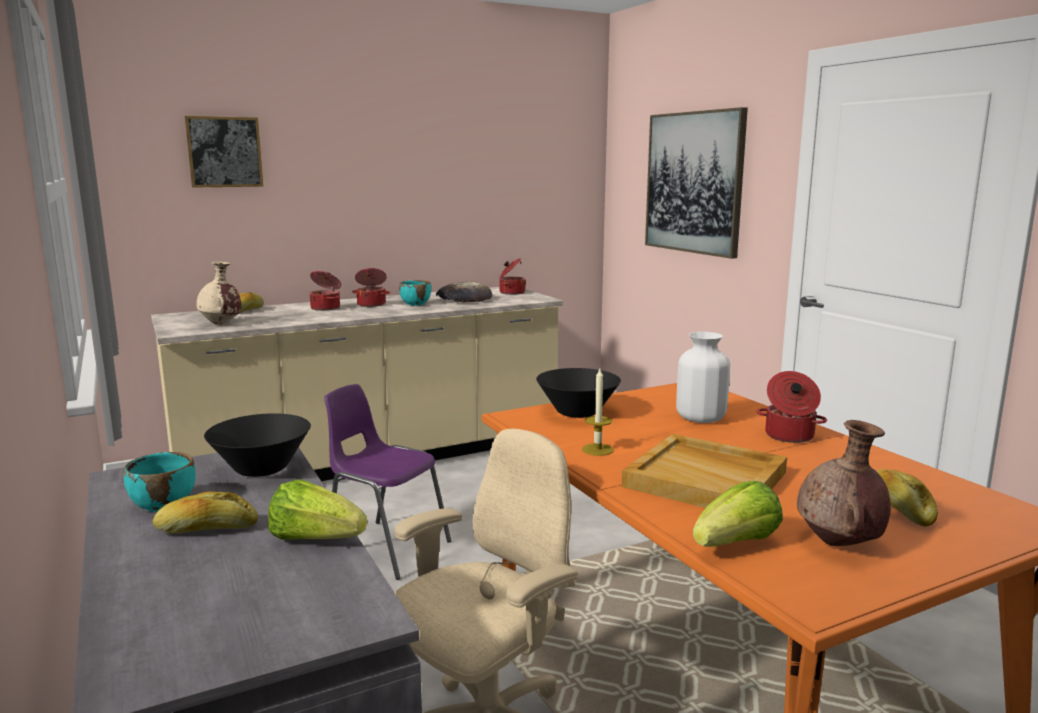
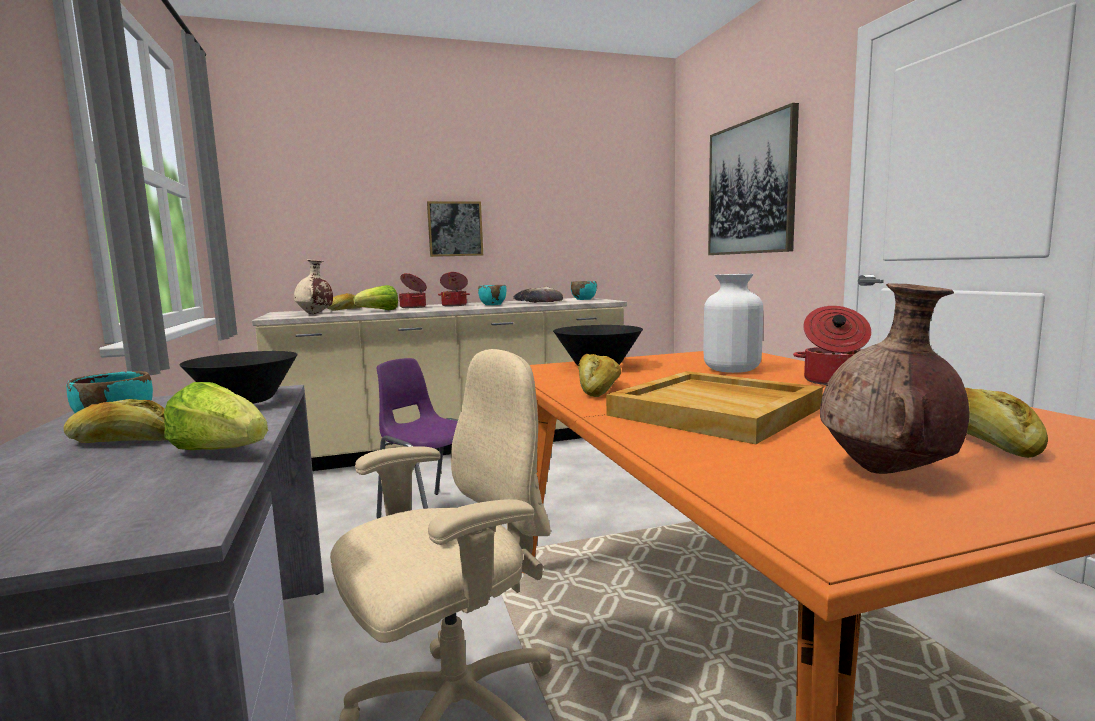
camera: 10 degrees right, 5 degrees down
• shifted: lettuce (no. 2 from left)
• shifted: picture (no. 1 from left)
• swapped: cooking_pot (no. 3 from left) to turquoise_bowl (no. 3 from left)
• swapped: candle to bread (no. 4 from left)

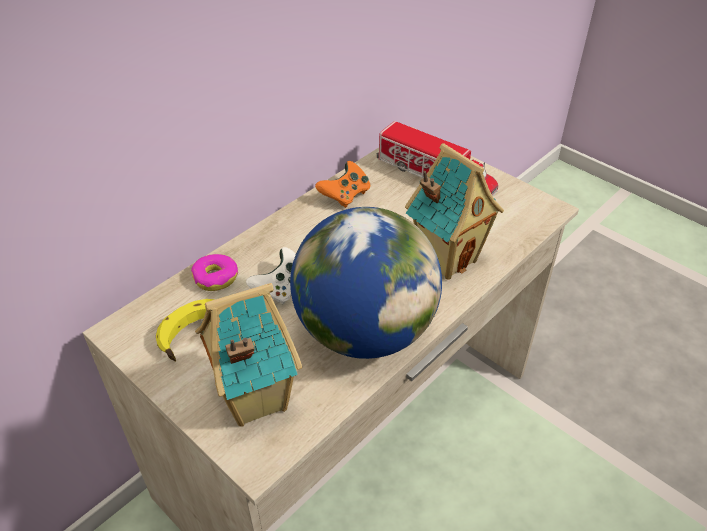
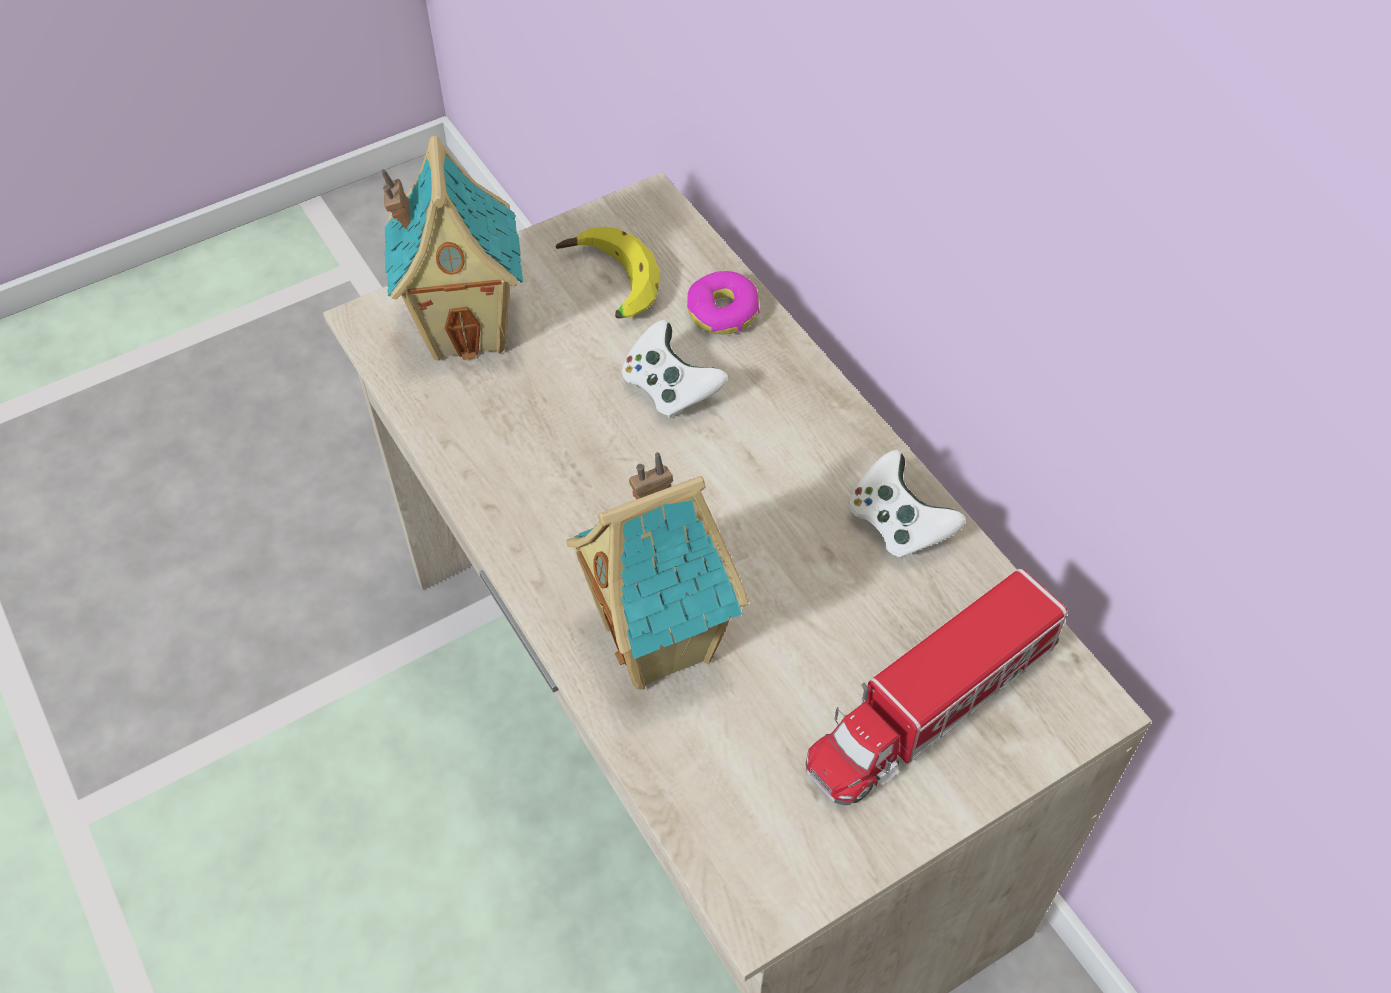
camera: 105 degrees right, 10 degrees up
• repainted: orange_game_controller to white_game_controller (no. 2 from left)
• gone: globe

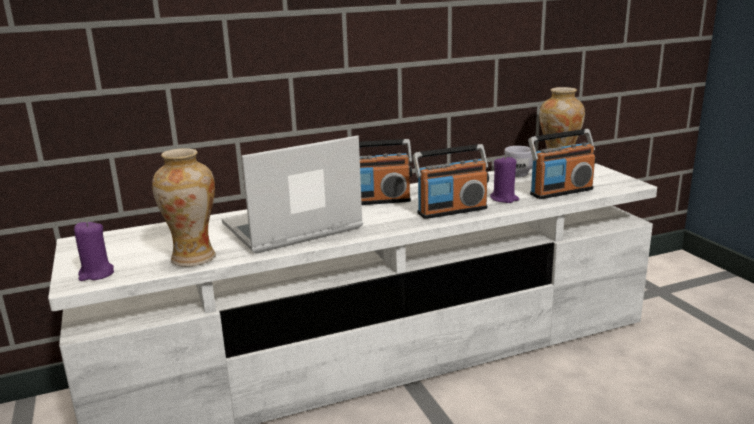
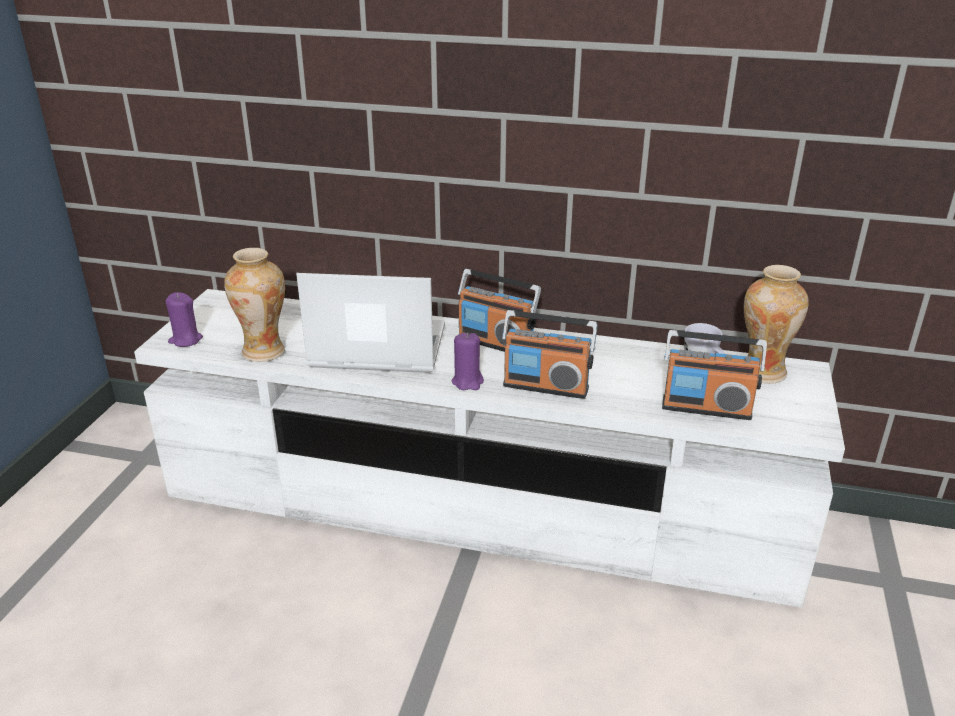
camera: 35 degrees right, 10 degrees up
• shifted: purple_candle (no. 2 from left)

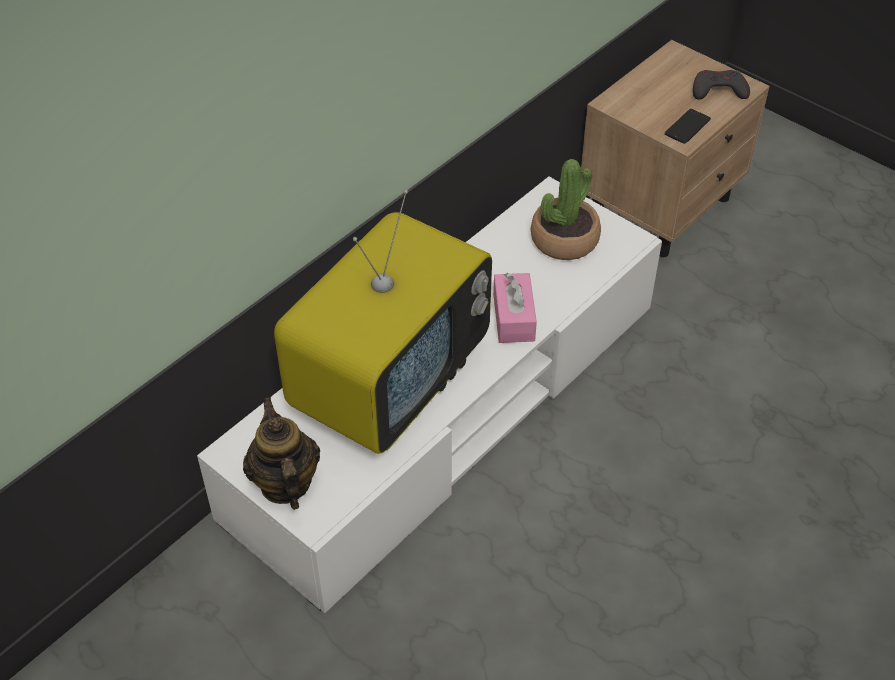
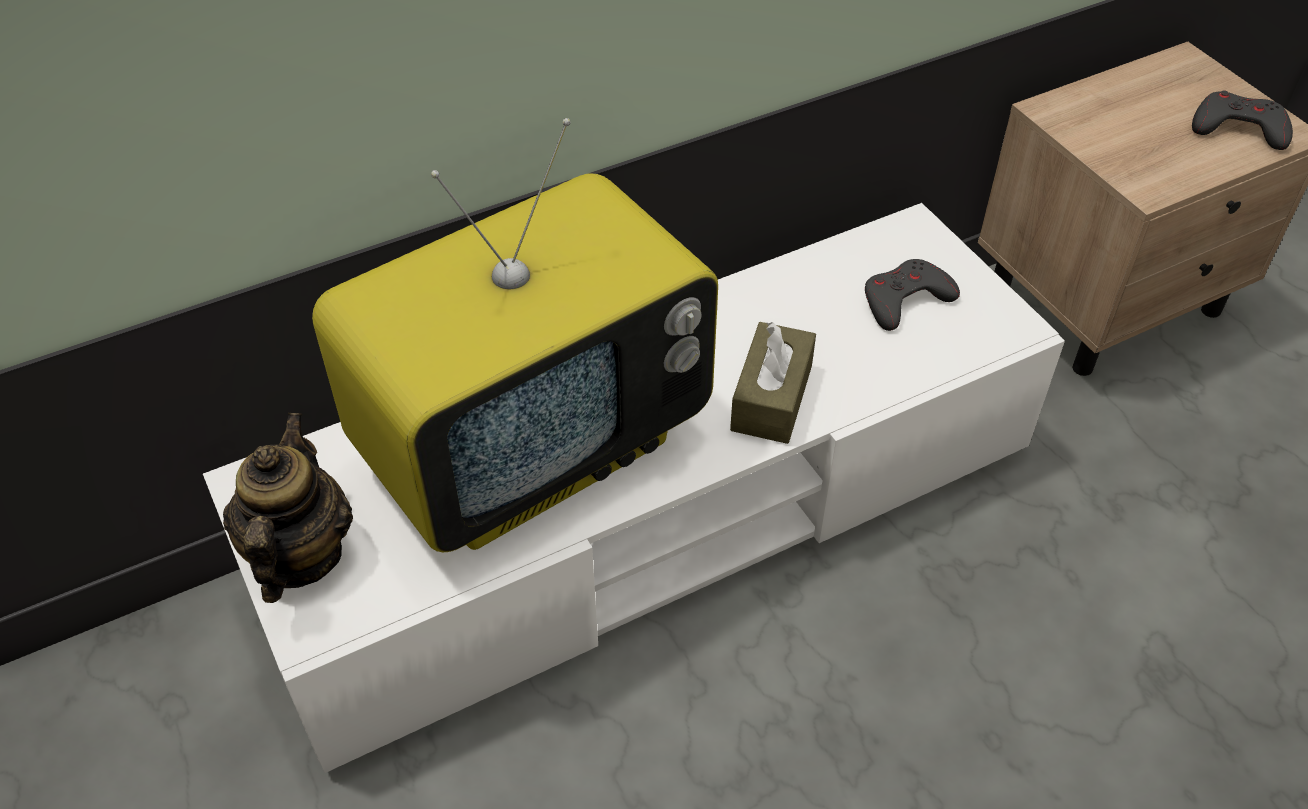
camera: 20 degrees right, 0 degrees up
• repainted: pink_tissue_box to brown_tissue_box
• swapped: potted_plant to grey_game_controller (no. 1 from left)
• gone: phone

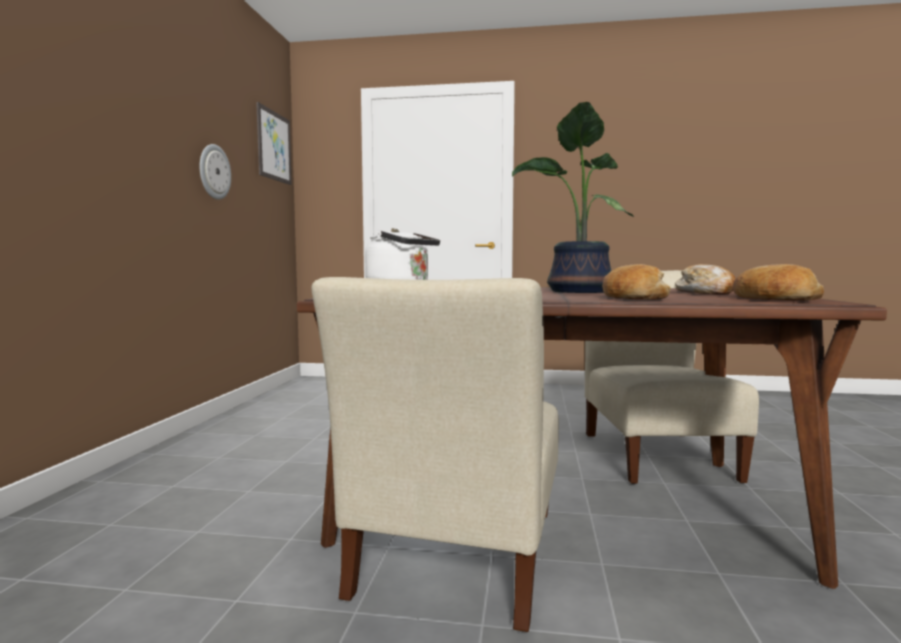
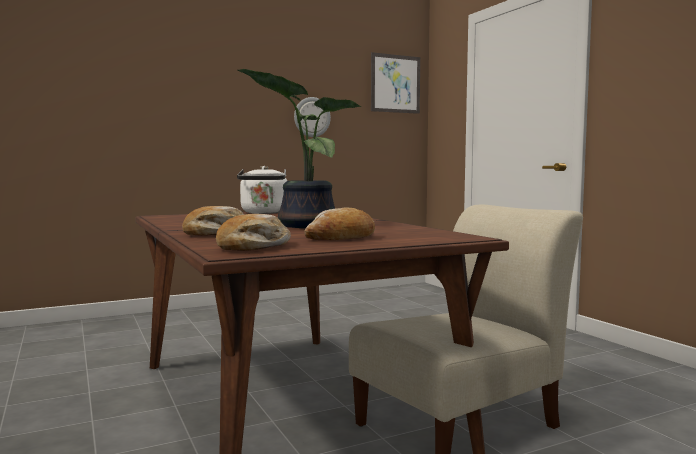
camera: 55 degrees right, 0 degrees up
• gone: beige_chair (no. 1 from left)

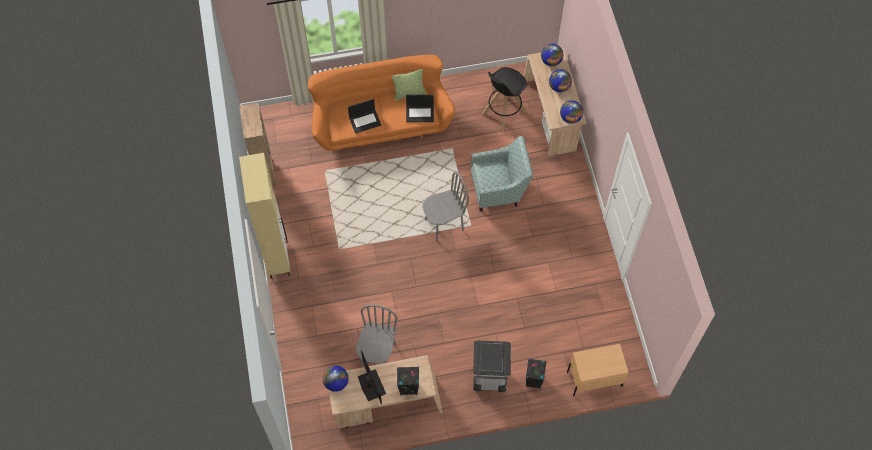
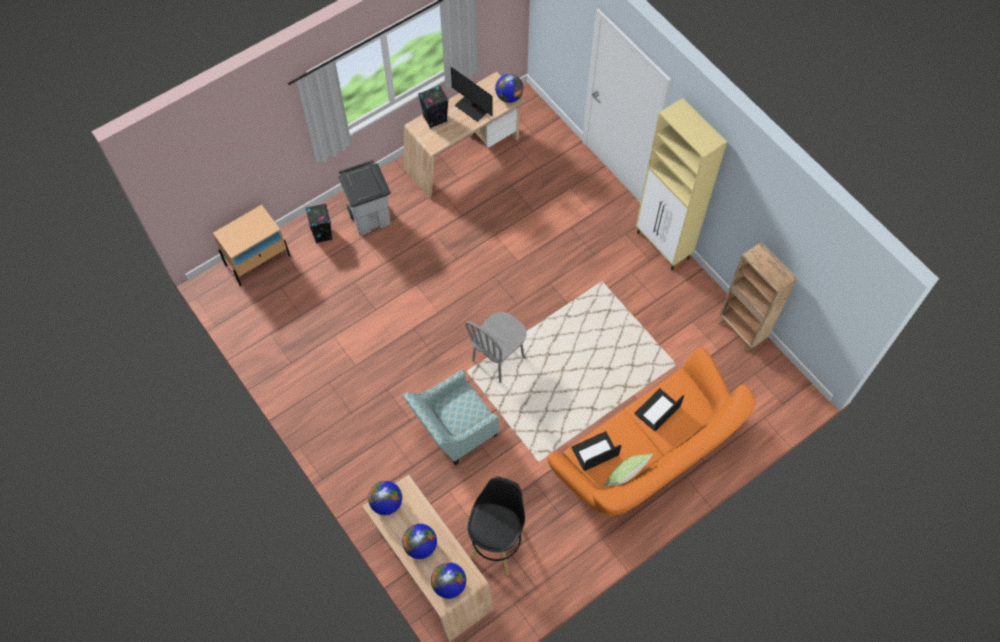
camera: 155 degrees right, 0 degrees up
• gone: grey_chair (no. 1 from left)

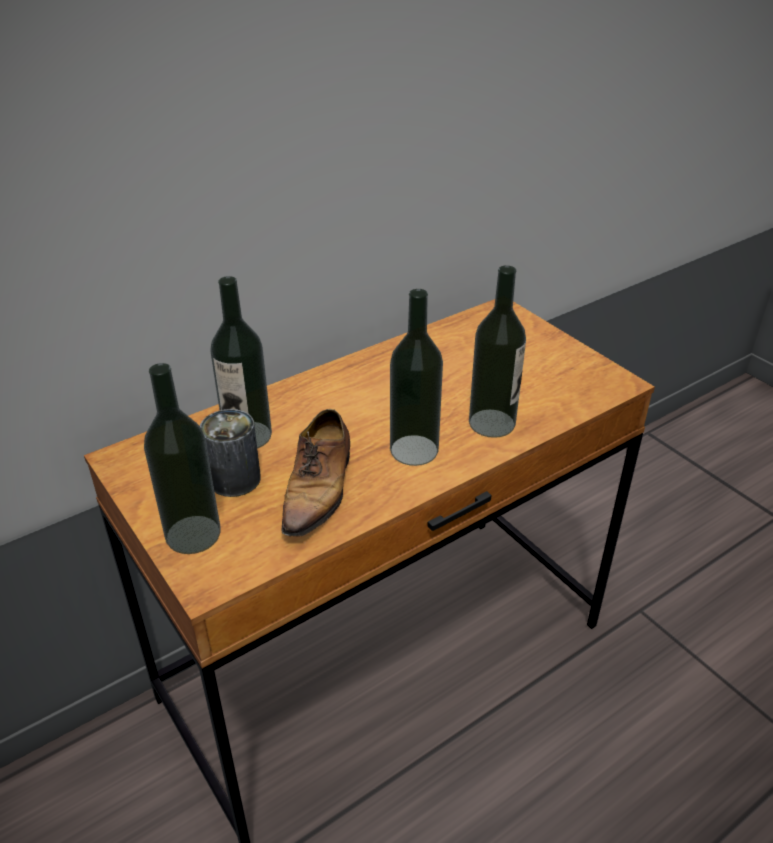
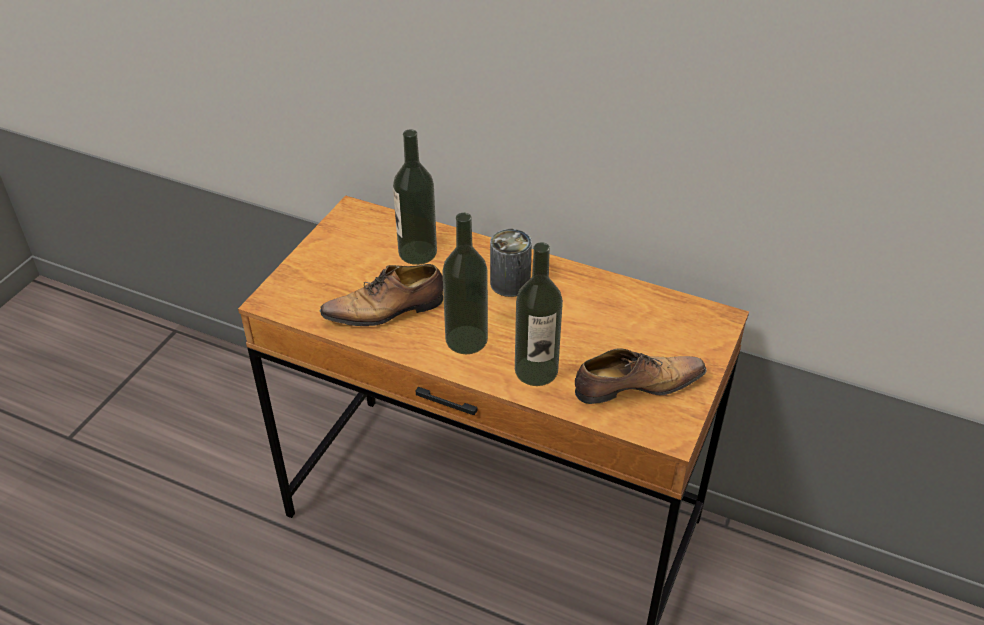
camera: 60 degrees right, 5 degrees up
• shifted: can
• new: shoe (no. 2 from left)
• gone: bottle (no. 1 from left)

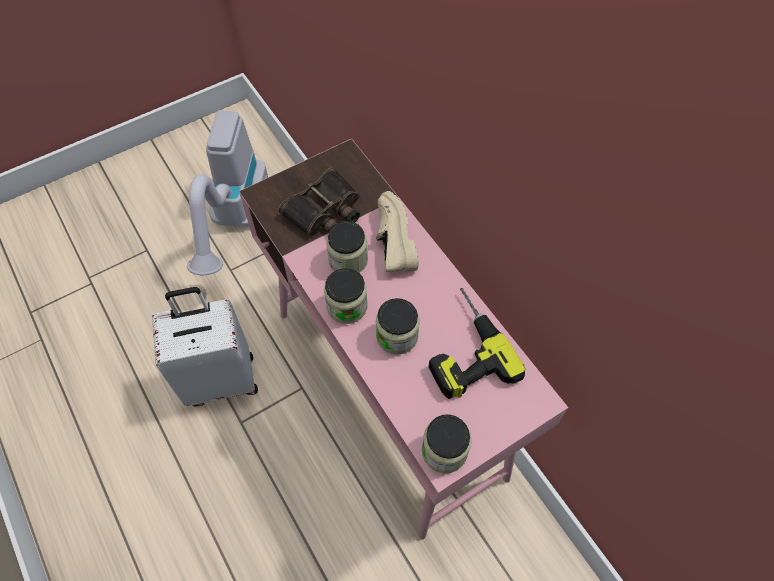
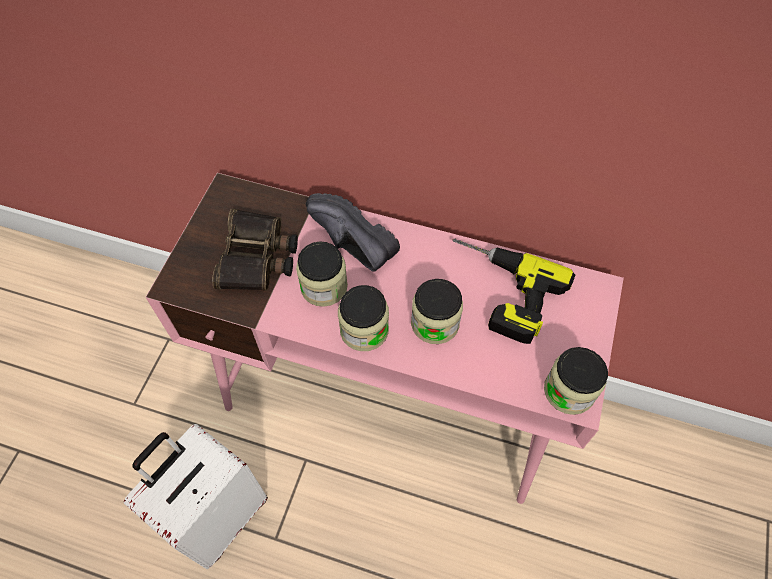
camera: 40 degrees left, 0 degrees up
• repainted: beige_shoe to black_shoe
• gone: vacuum_cleaner

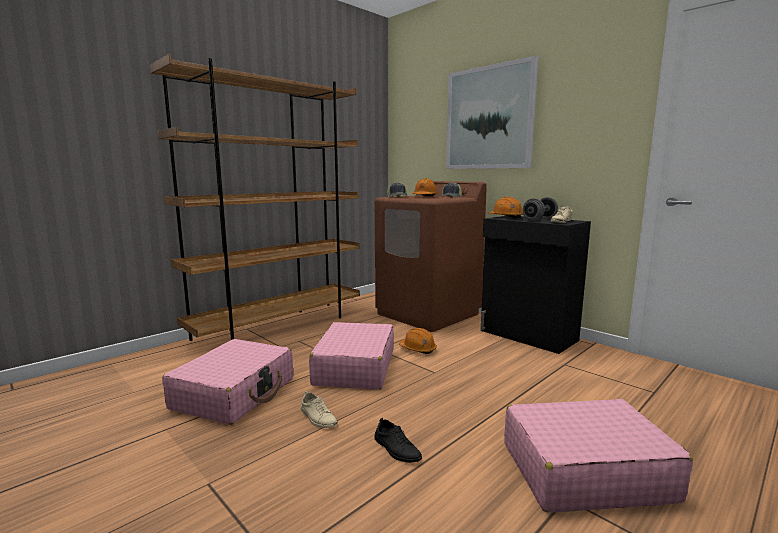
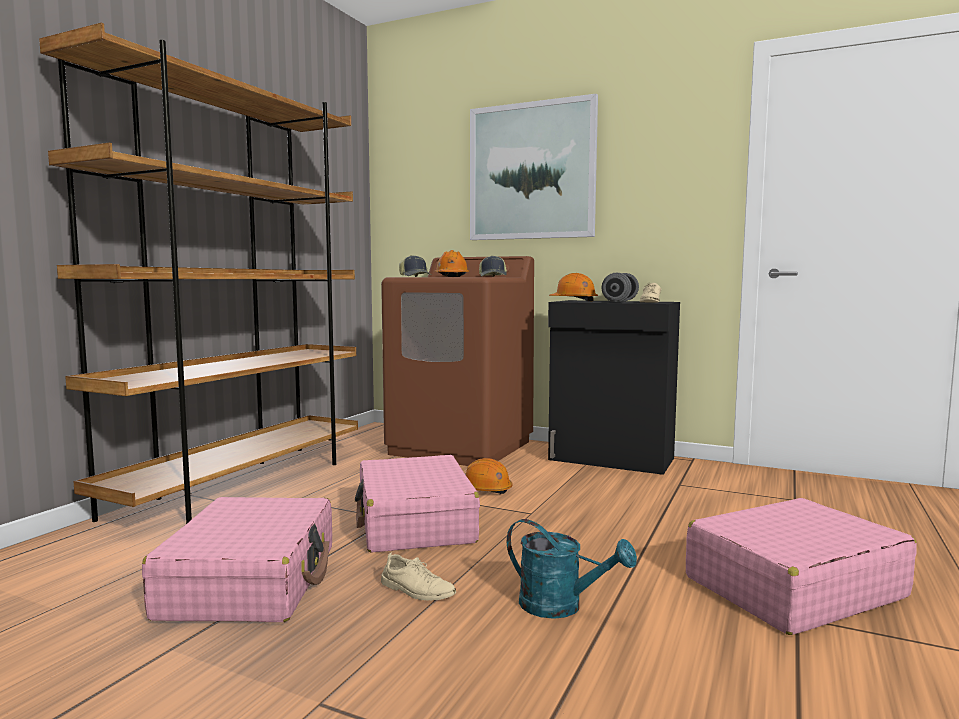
camera: 20 degrees left, 5 degrees down
• swapped: black_shoe to turquoise_watering_can

